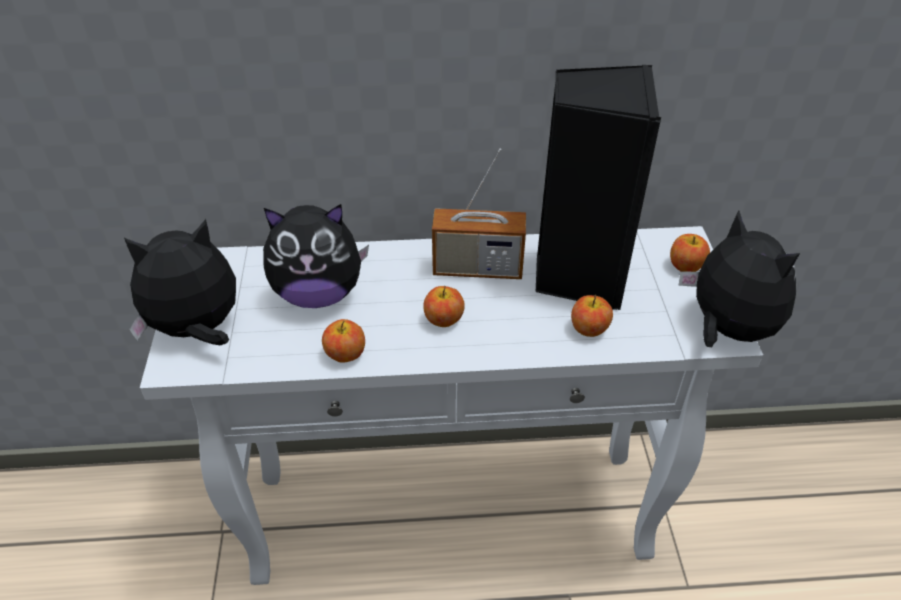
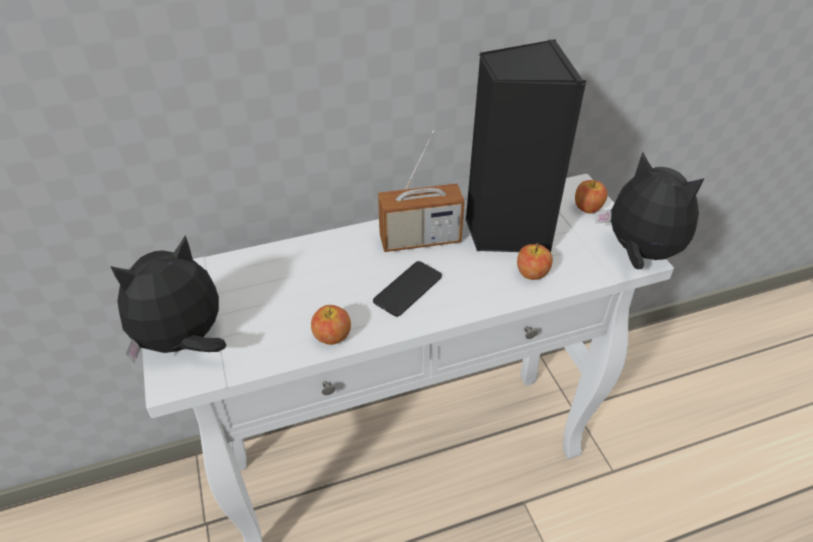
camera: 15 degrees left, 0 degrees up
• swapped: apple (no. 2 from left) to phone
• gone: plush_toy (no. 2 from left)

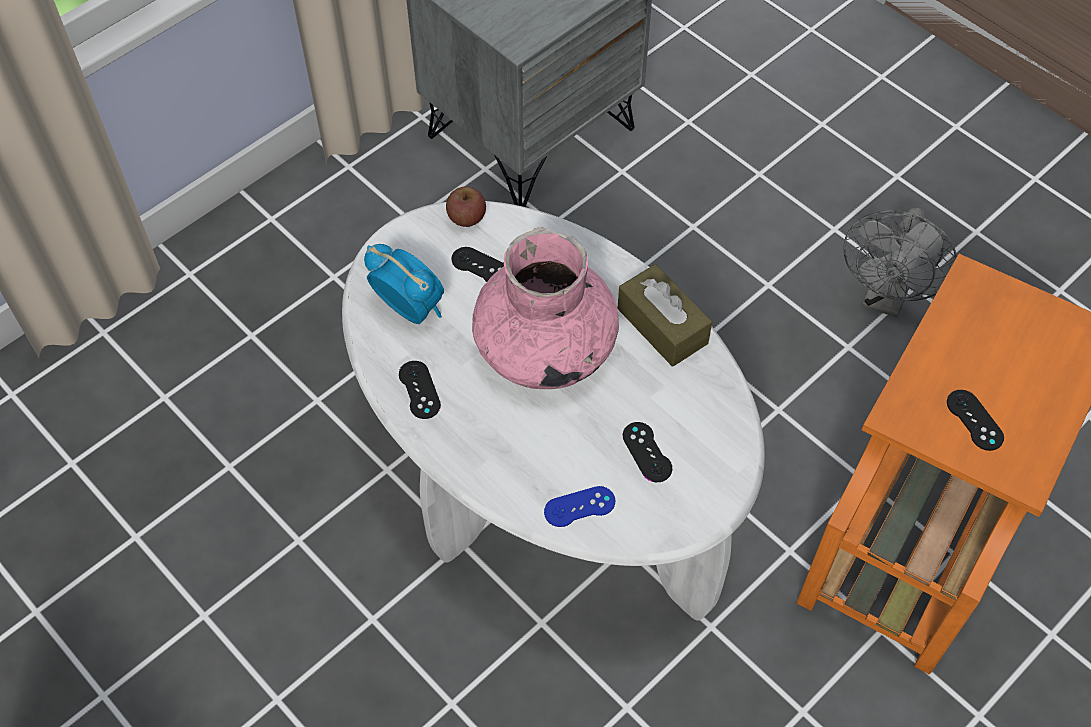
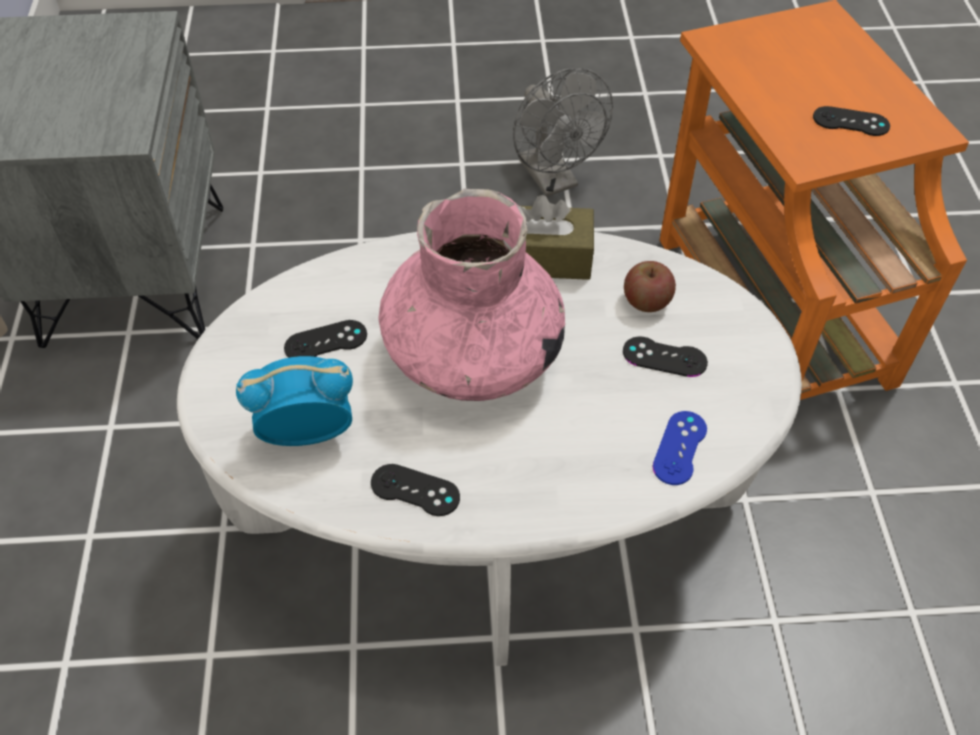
camera: 50 degrees left, 5 degrees down
• shifted: apple

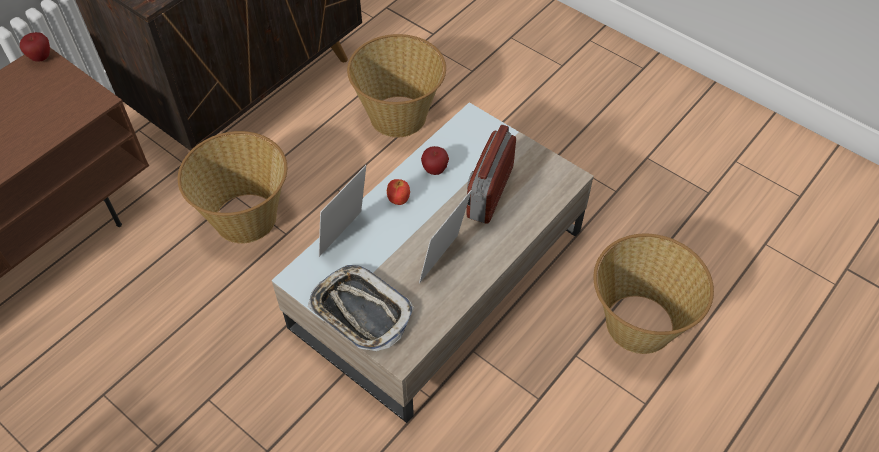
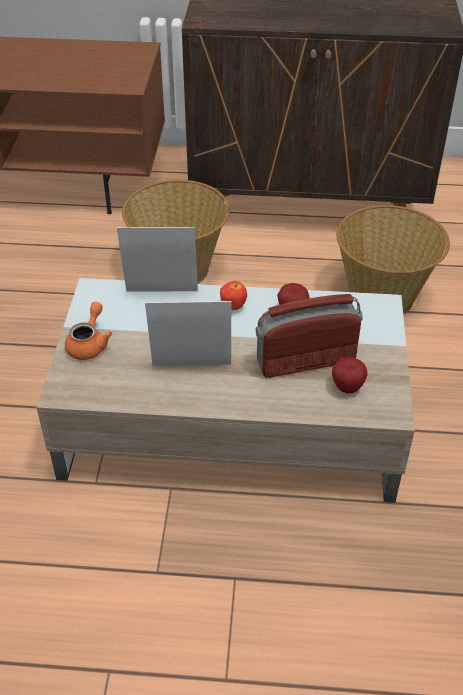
camera: 55 degrees right, 10 degrees down
• swapped: tray to orange_teapot
• shifted: apple (no. 1 from left in the first image) to apple (no. 3 from left)
• gone: basket (no. 3 from left)

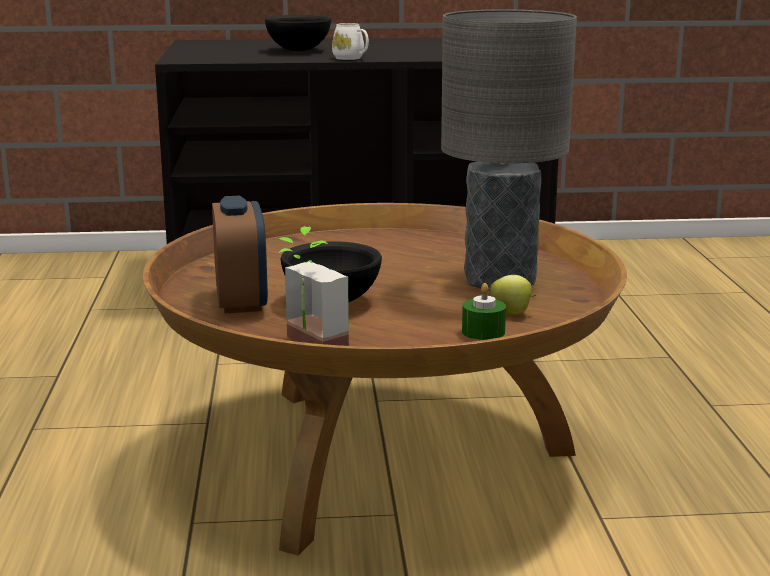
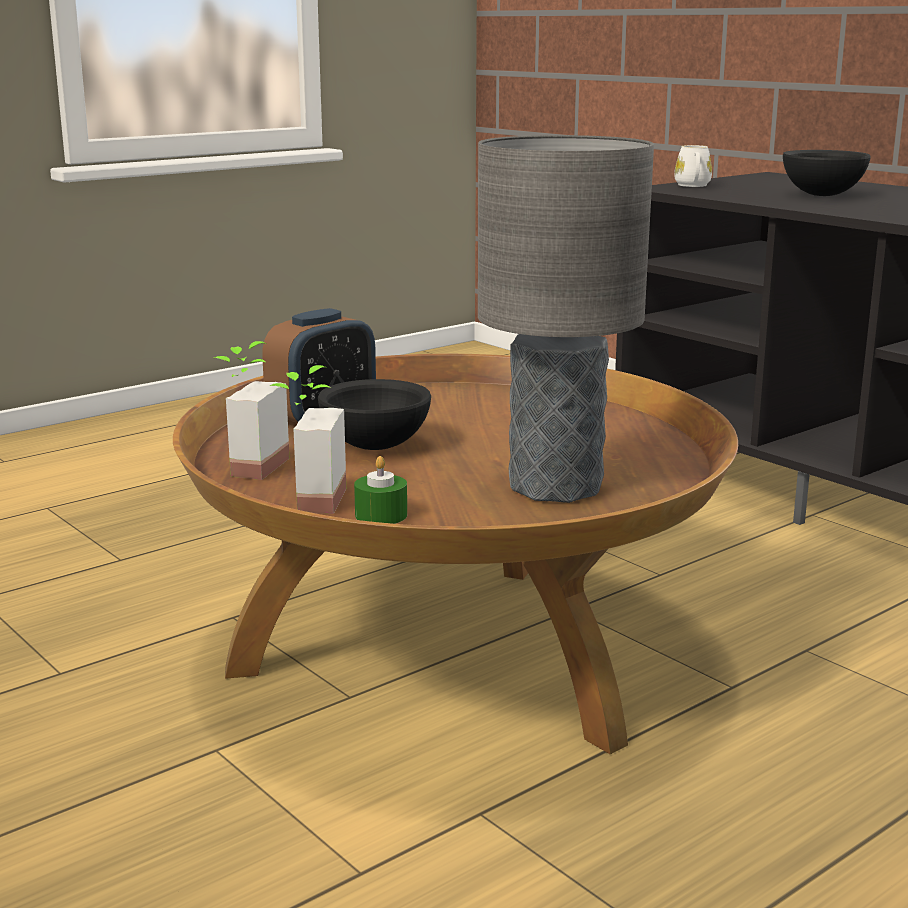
camera: 55 degrees right, 0 degrees up
• new: potted_plant (no. 2 from left)
• shifted: white_mug
• gone: apple

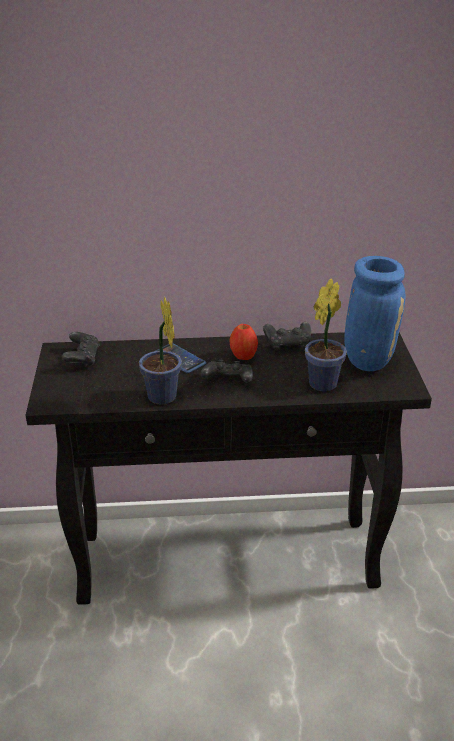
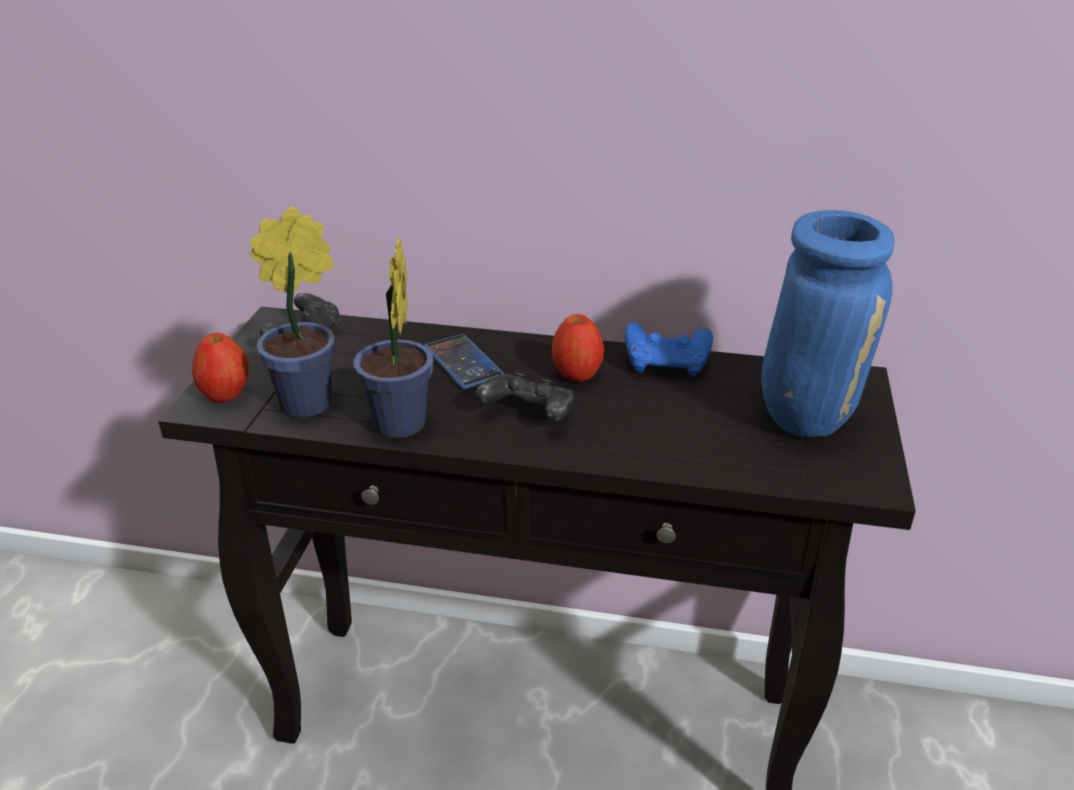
camera: 15 degrees right, 0 degrees up
• new: apple (no. 1 from left)
• shifted: potted_plant (no. 2 from left in the first image) to potted_plant (no. 1 from left)
• repainted: black_game_controller (no. 3 from left) to blue_game_controller

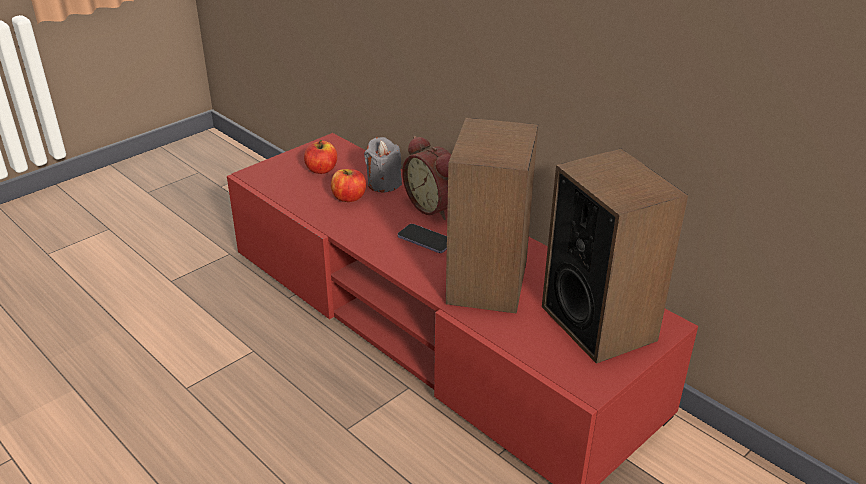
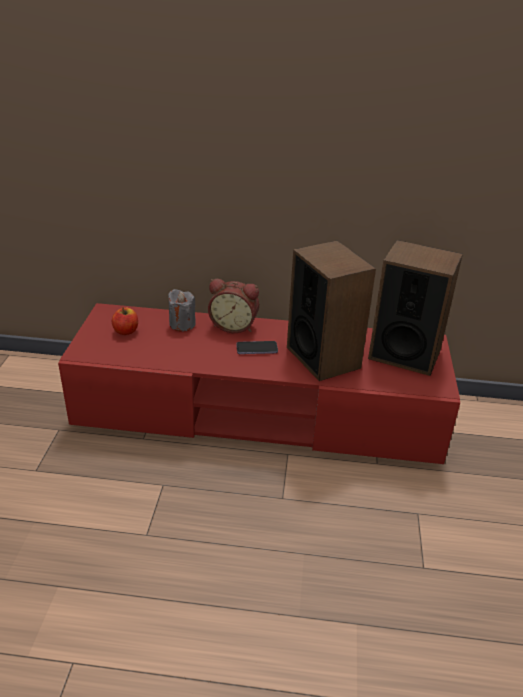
camera: 40 degrees left, 0 degrees up
• gone: apple (no. 2 from left)

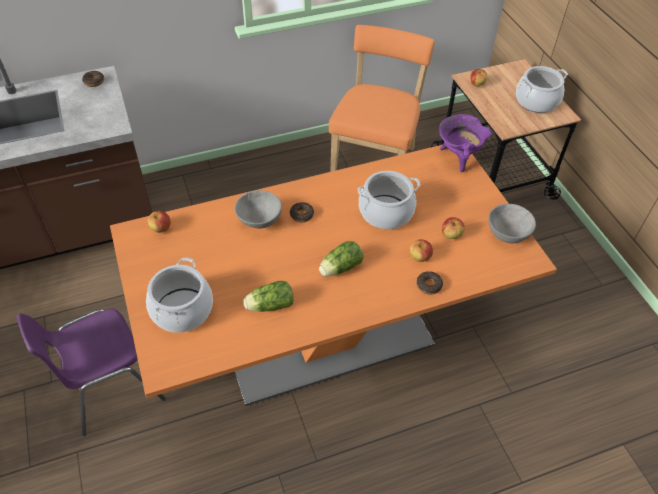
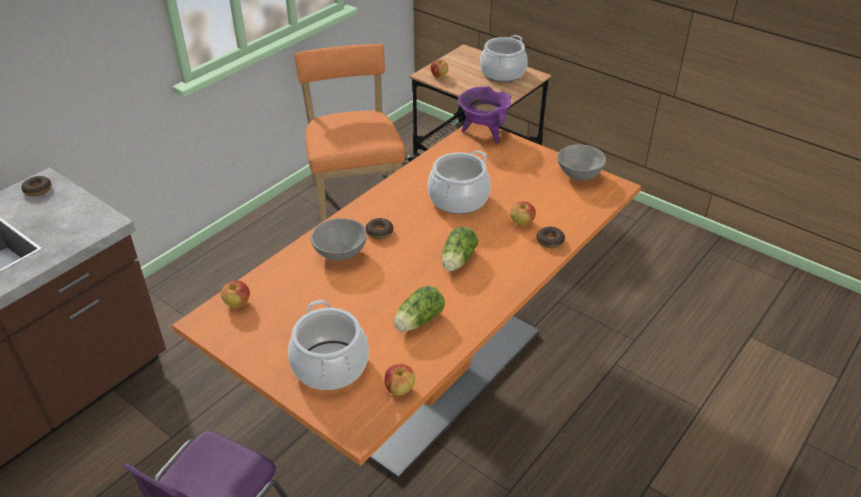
camera: 30 degrees left, 10 degrees down
• shifted: apple (no. 3 from left in the first image) to apple (no. 2 from left)

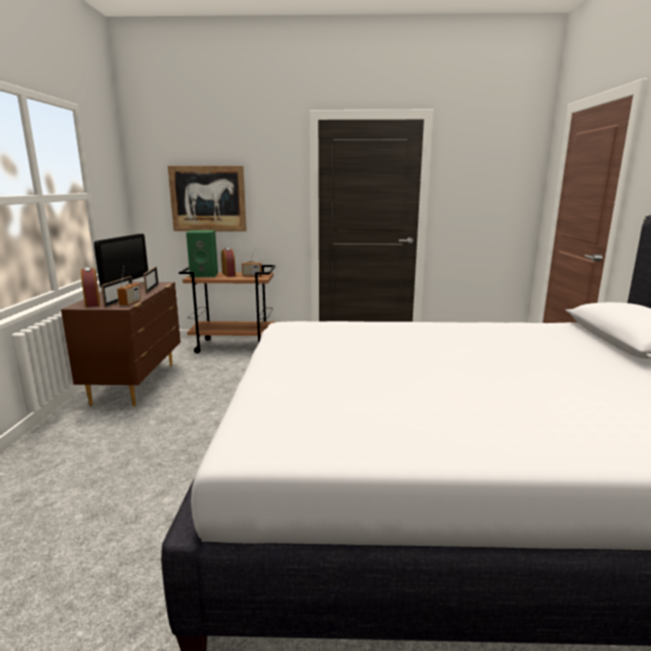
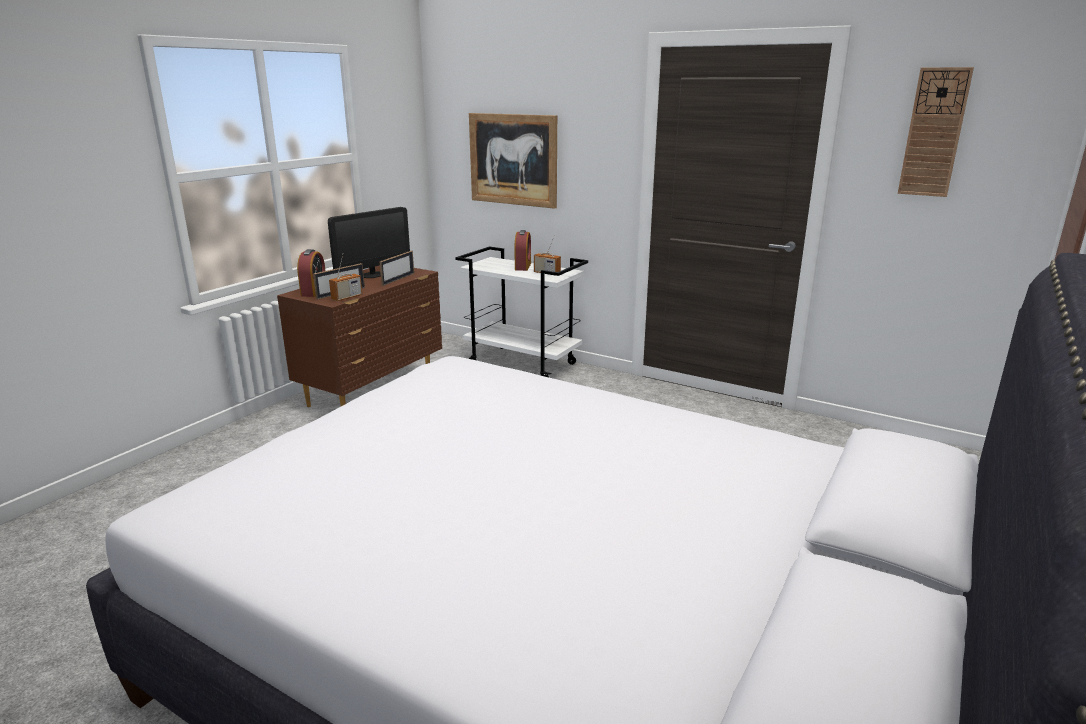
camera: 30 degrees right, 5 degrees up
• repainted: brown_cart to white_cart
• new: wall_clock
• gone: green_speaker

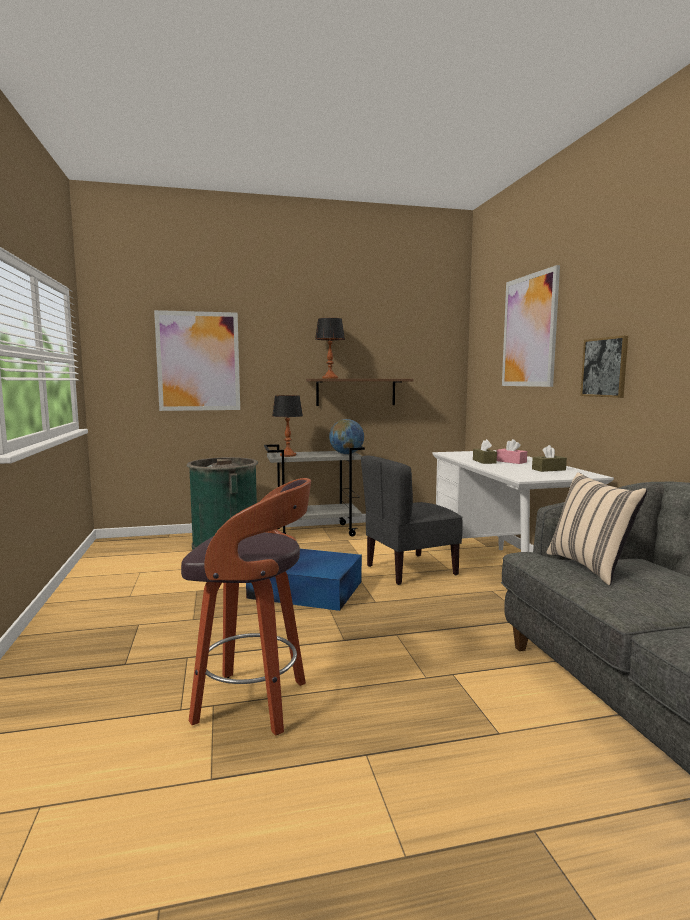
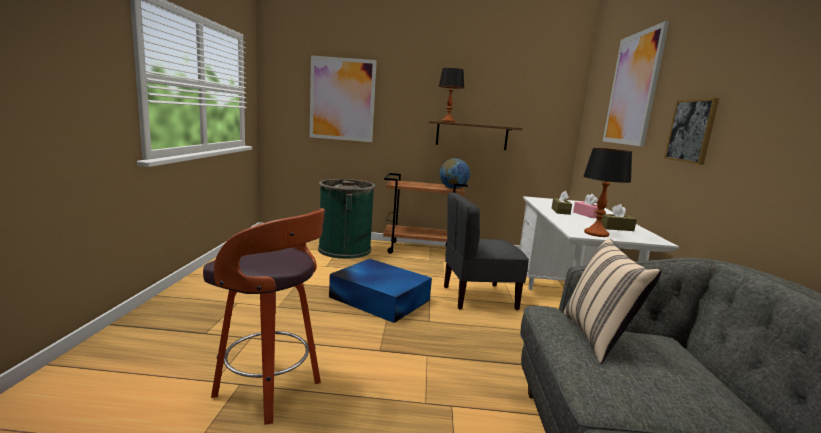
camera: 15 degrees right, 5 degrees up
• repainted: grey_cart to brown_cart
• shifted: table_lamp (no. 1 from left in the first image) to table_lamp (no. 2 from left)

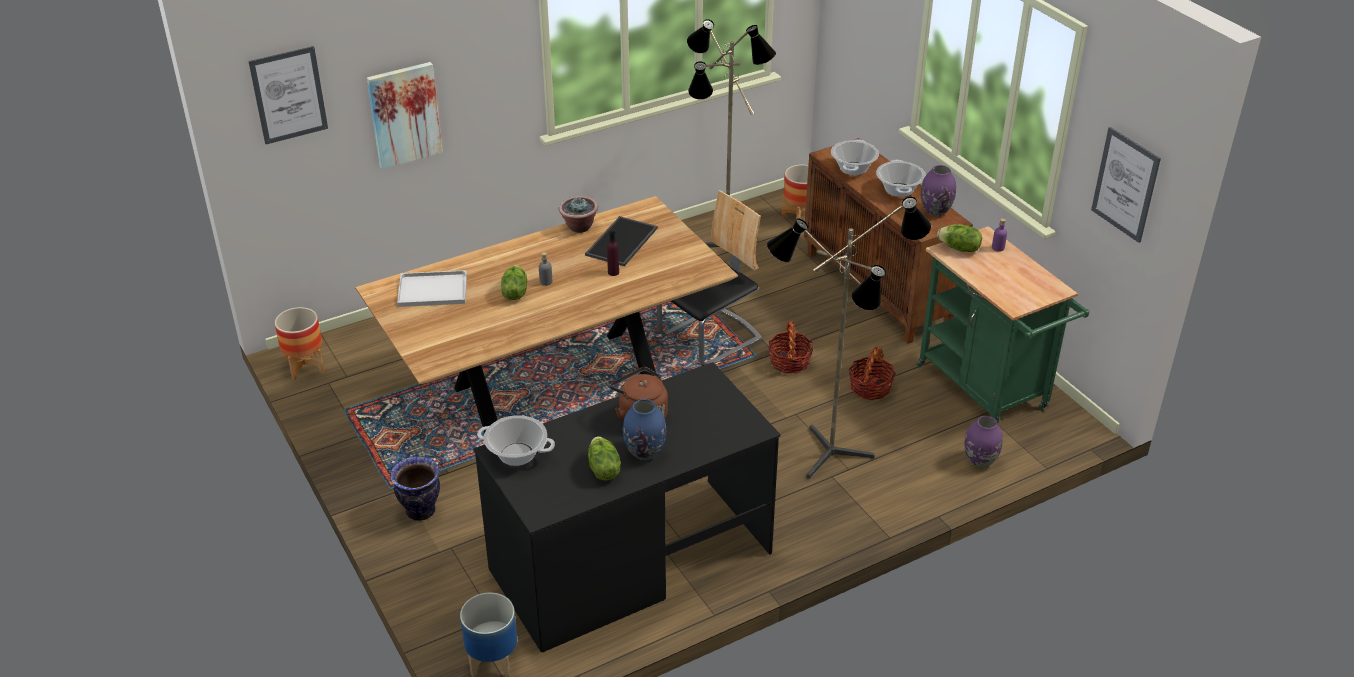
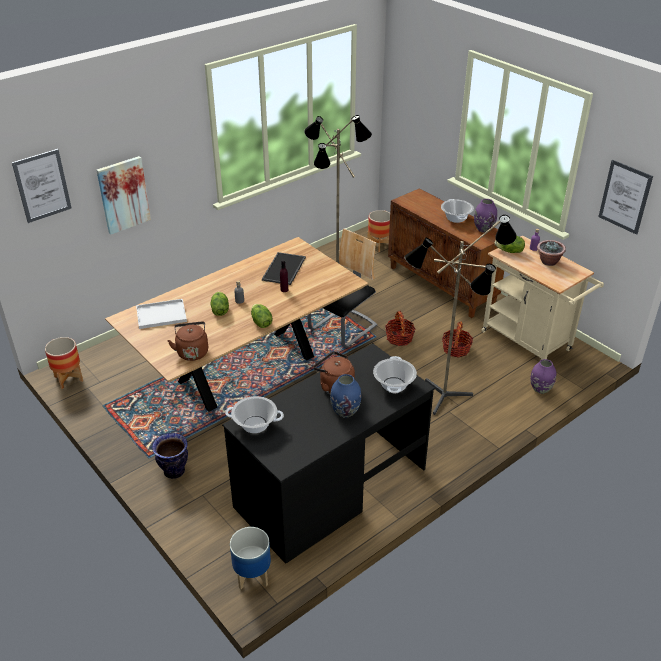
camera: 10 degrees left, 0 degrees up
• new: brown_kettle (no. 1 from left)
• shifted: lettuce (no. 2 from left)
• shifted: cooking_pot (no. 2 from left)
• repainted: green_cart to beige_cart
• shifted: potted_plant

